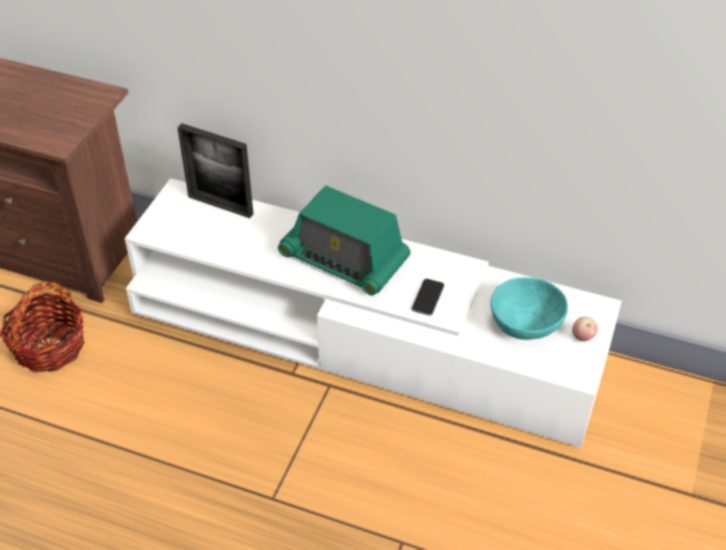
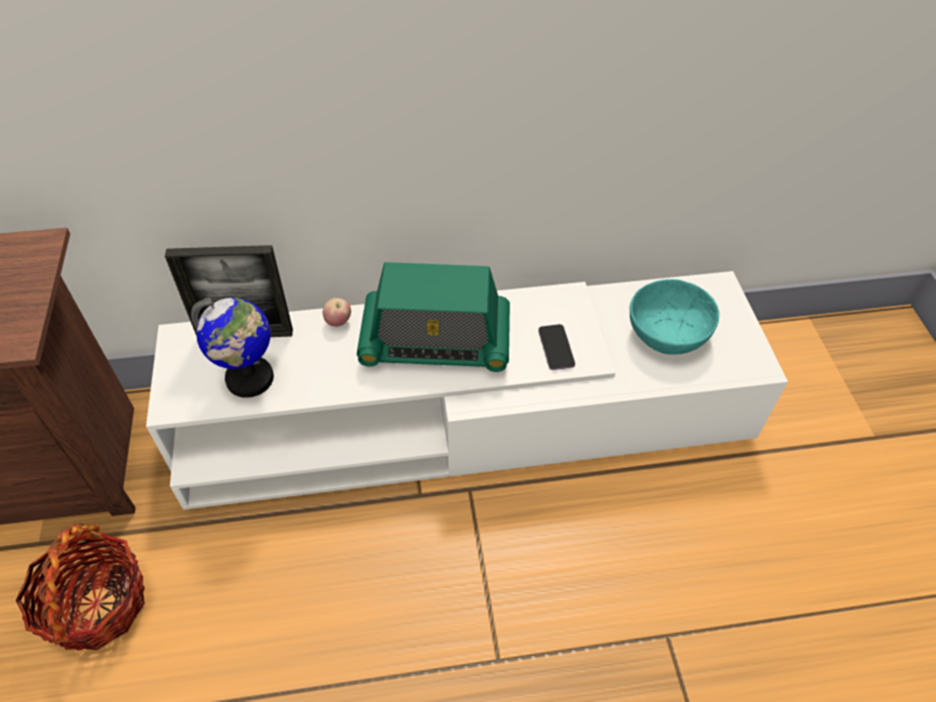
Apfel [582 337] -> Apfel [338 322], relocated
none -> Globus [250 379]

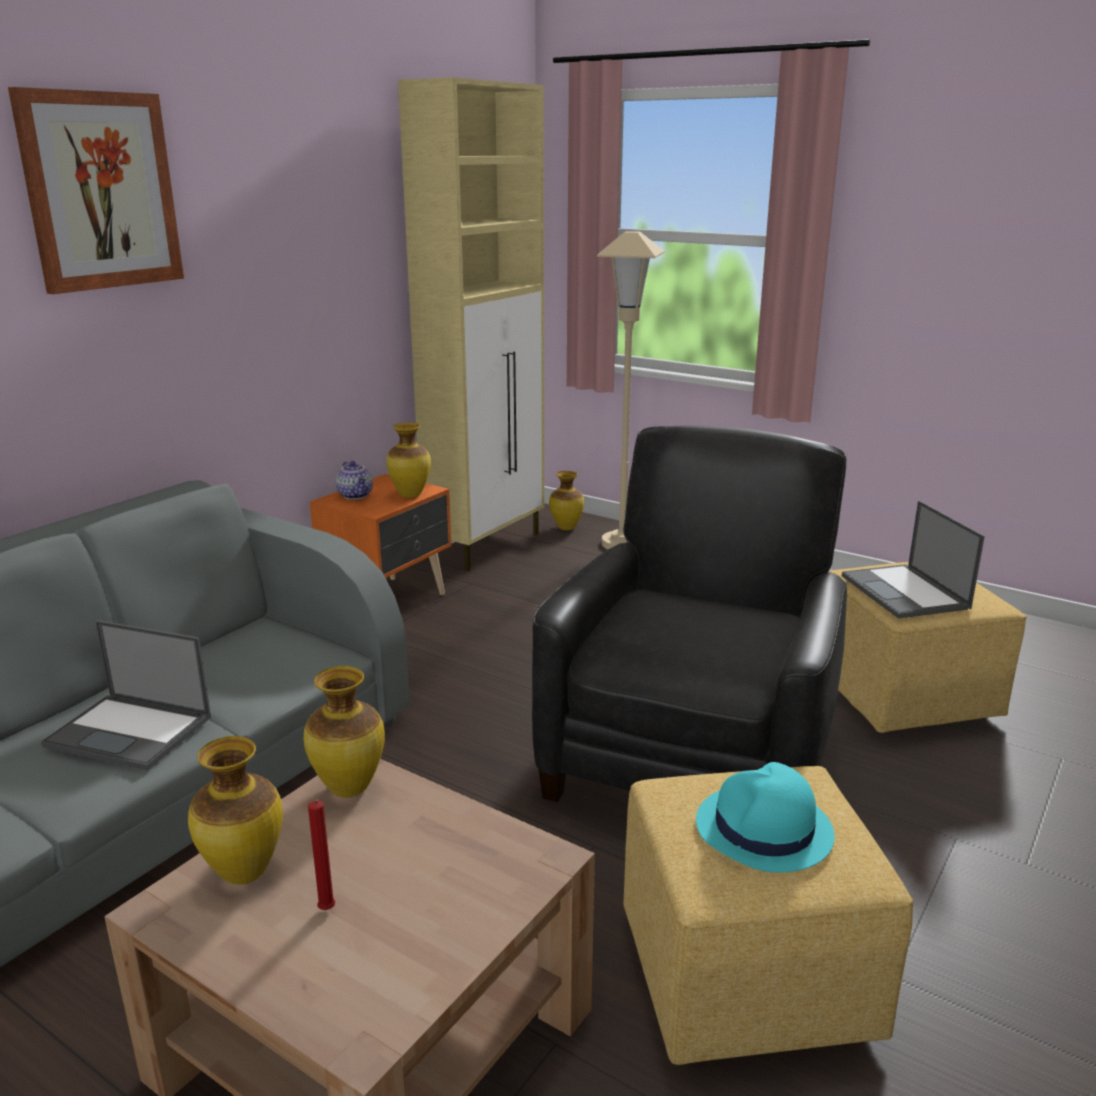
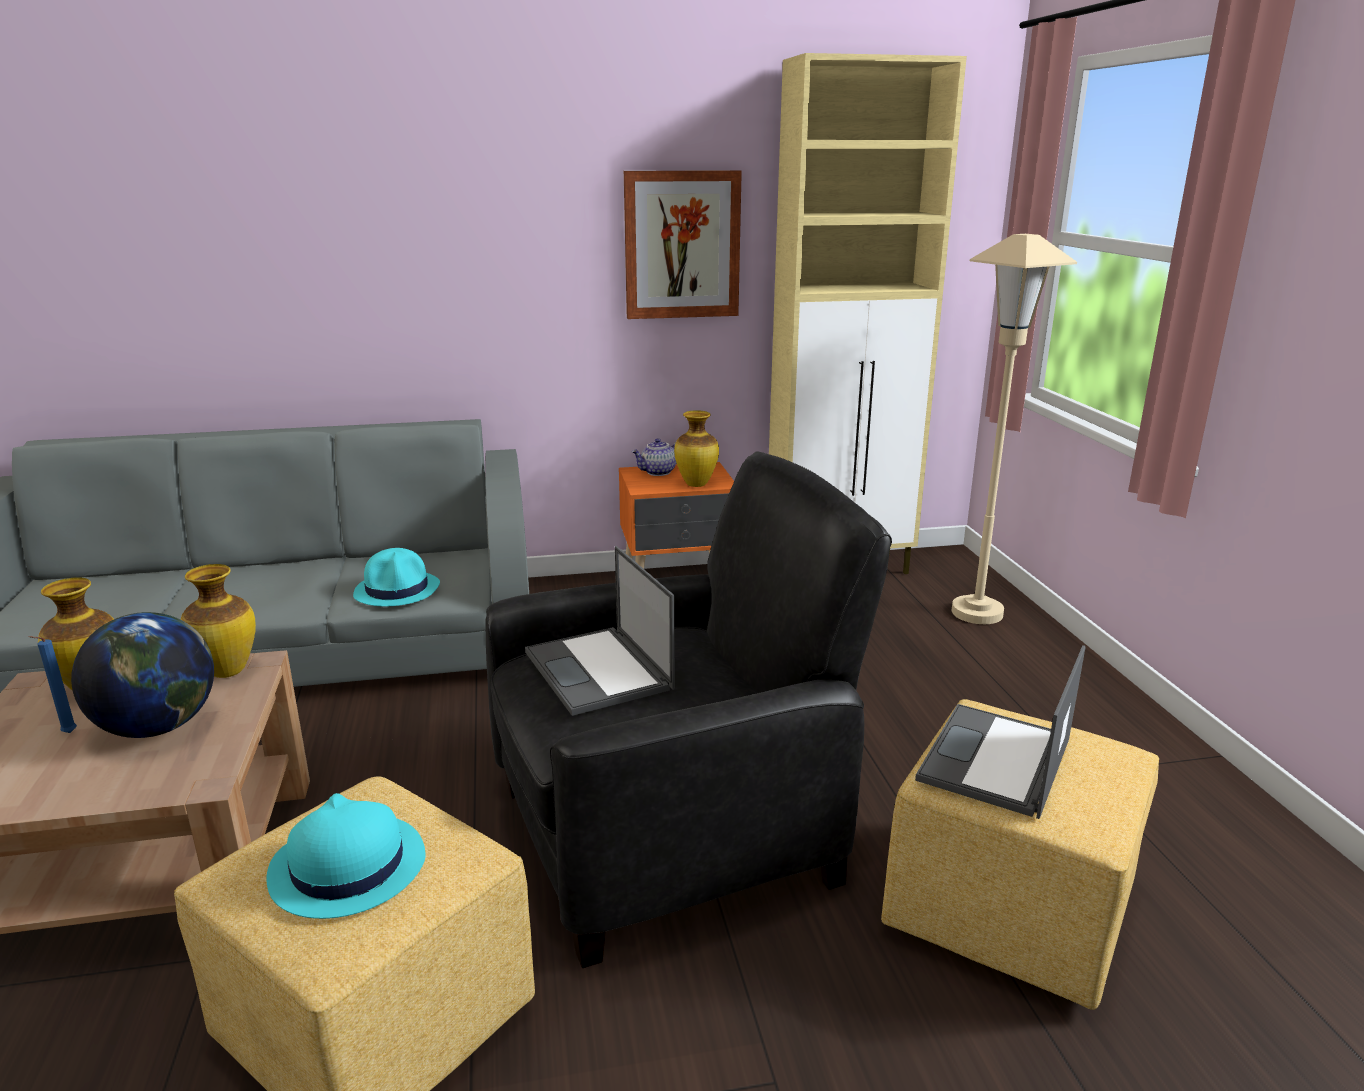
Bild [100 191] -> Bild [682 245], relocated
Teekanne [356 495] -> Teekanne [658 472], 45 degrees clockwise
Vase [566 528] -> none
Laptop [131 731] -> Laptop [599 671], relocated
Kerze/rot [327 912] -> Kerze/blau [67 734]
none -> Hut/türkis [398 590]
none -> Globus [158 726]

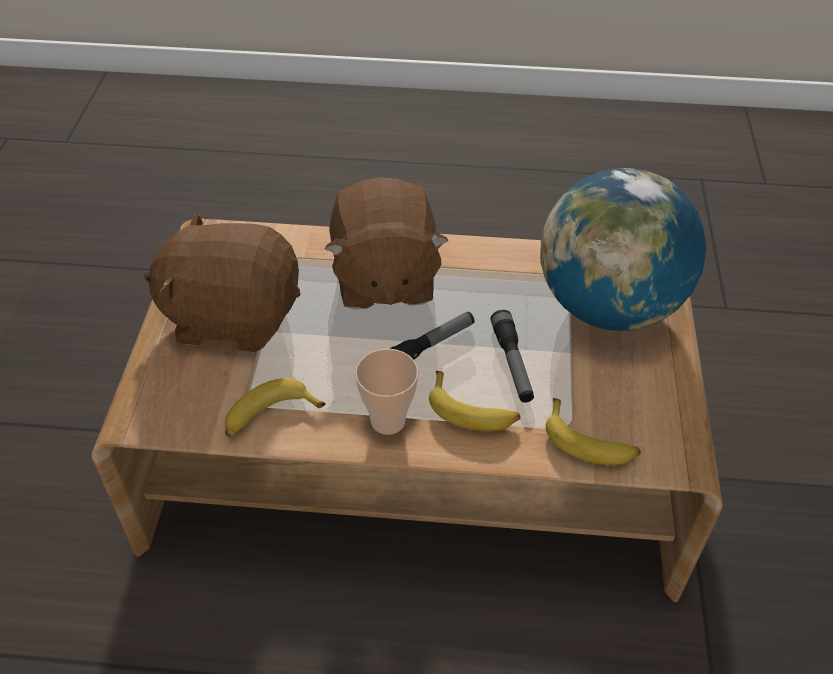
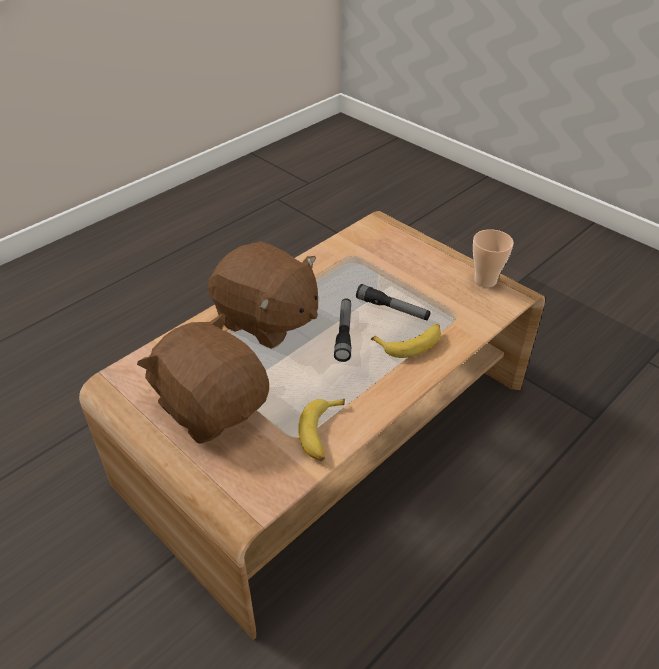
Globus [608 307] -> none
Plüschtier/braun [232 316] -> Plüschtier/braun [212 406], 90 degrees clockwise
Tasse [388 421] -> Tasse [485 280], relocated
Banane [589 442] -> none

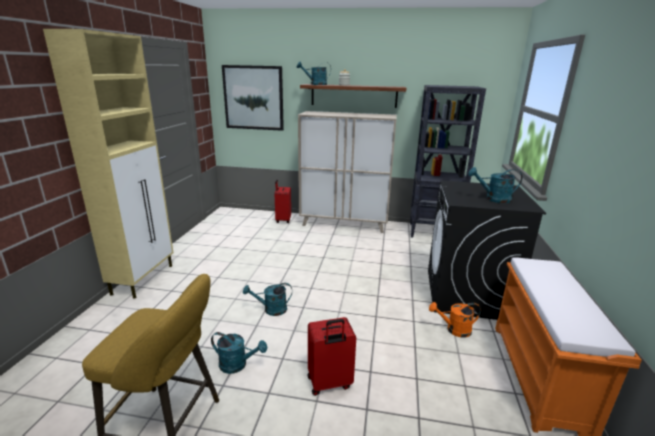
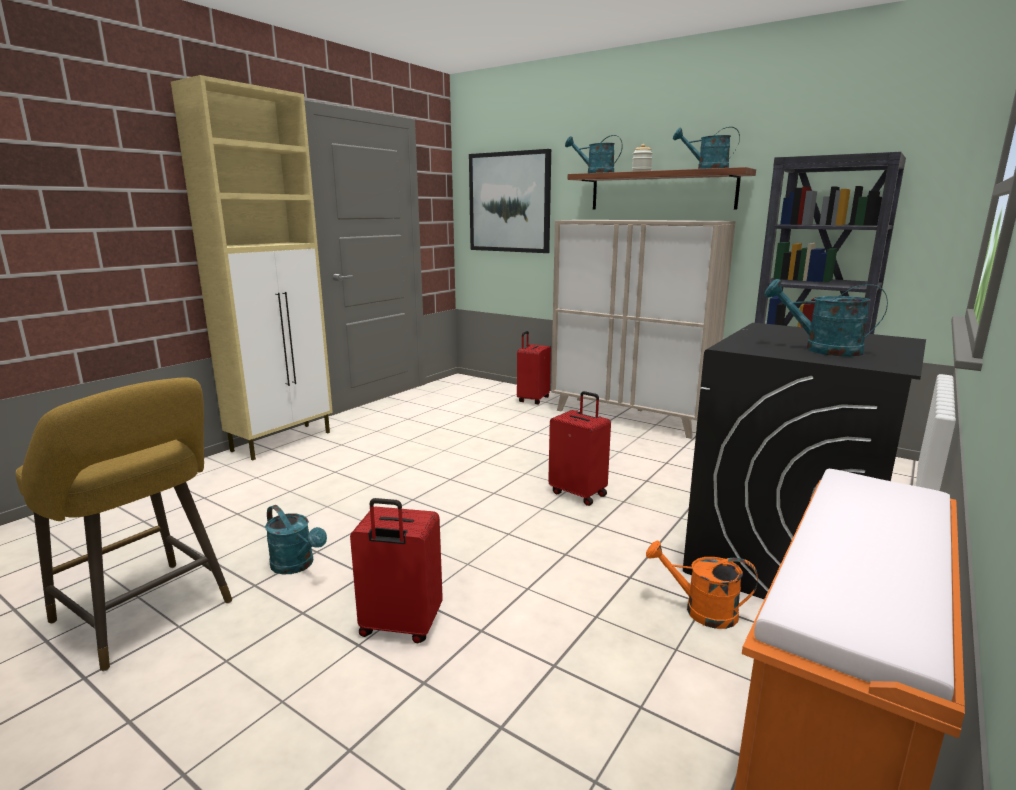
Gießkanne/türkis [271 310] -> Gießkanne/türkis [706 169], relocated
none -> Koffer/rot [579 493]

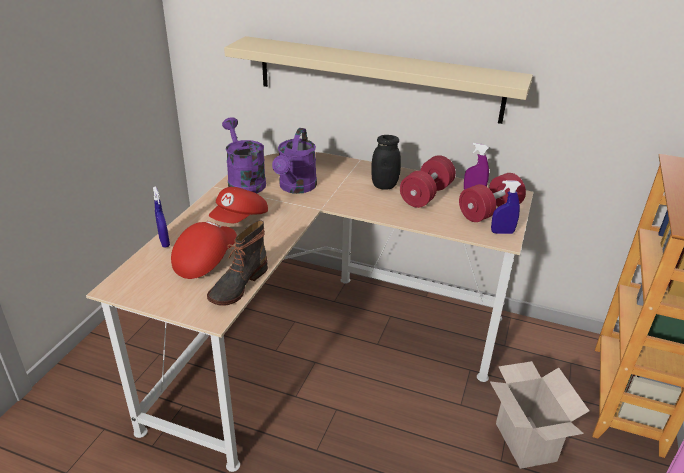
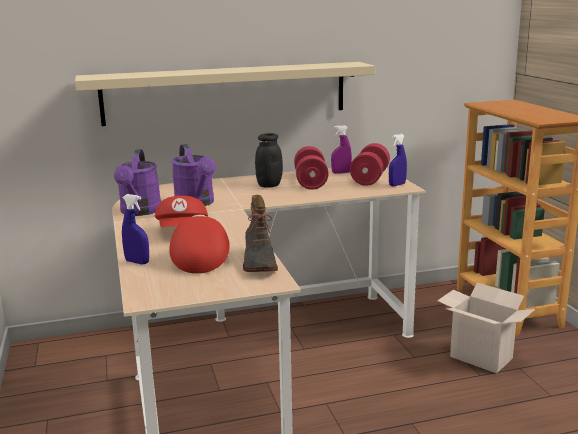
Gießkanne/lila [244 181] -> Gießkanne/lila [139 212], 120 degrees counterclockwise

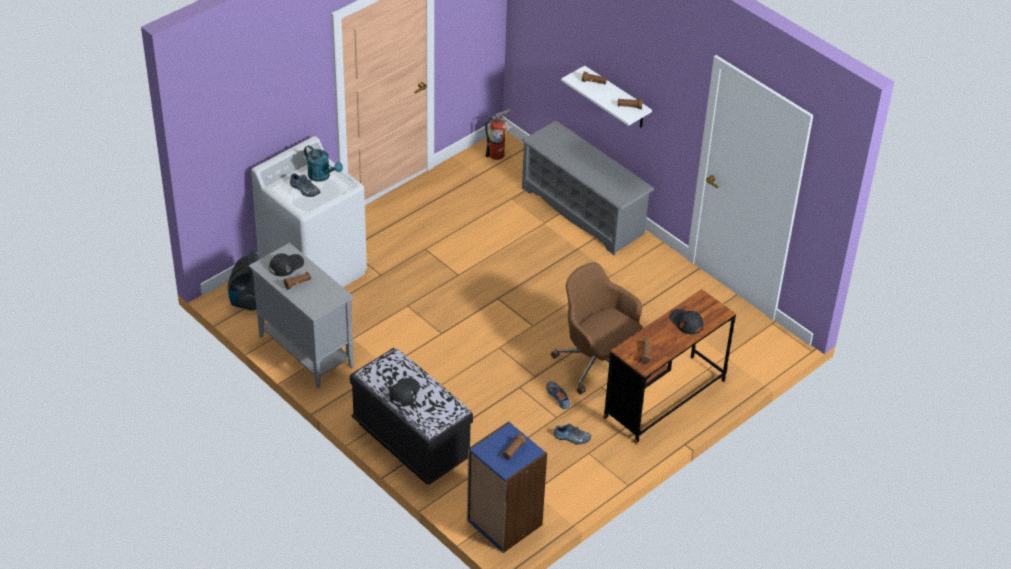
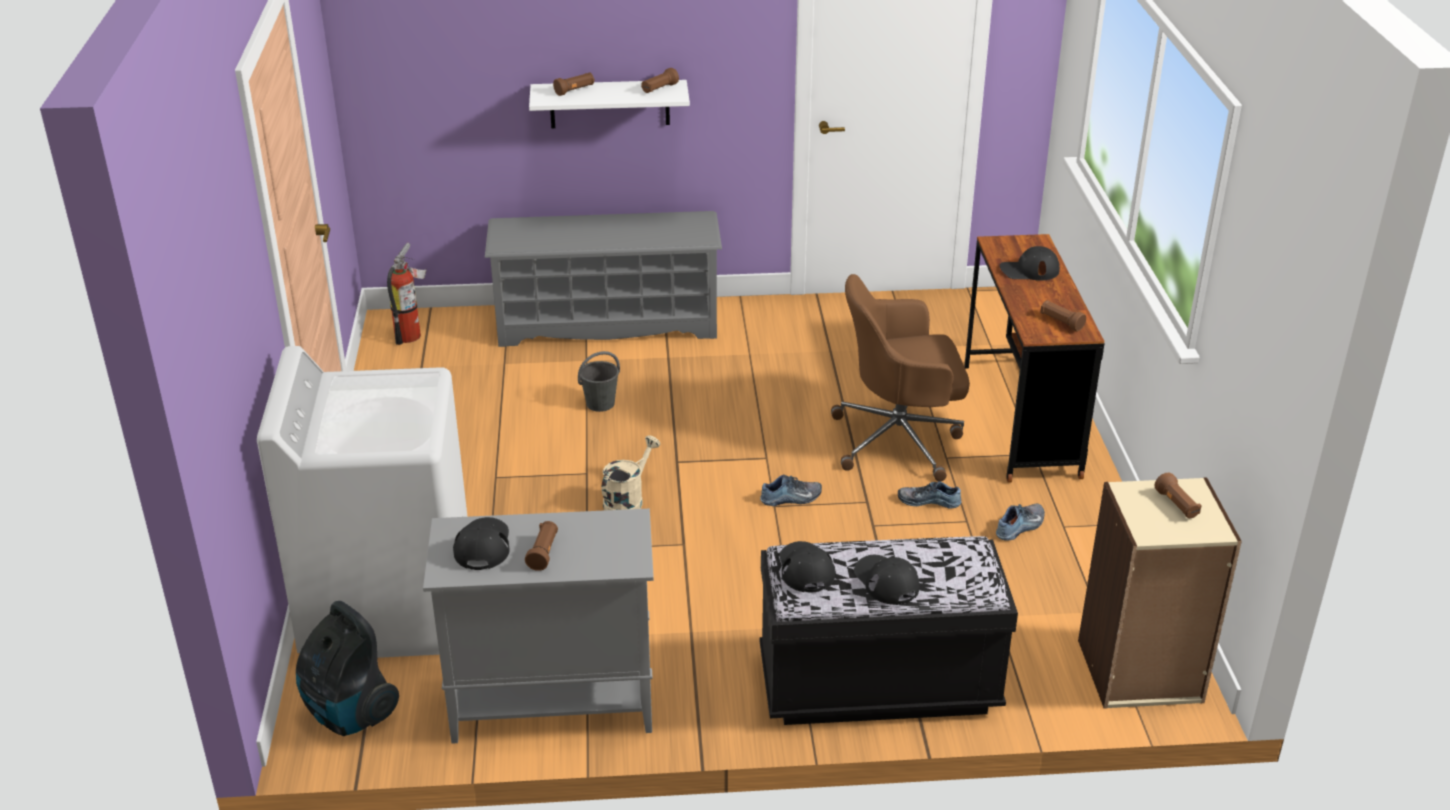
Gießkanne/türkis [322 176] -> none
Schuh [304 189] -> Schuh [791 498], relocated
Bücherregal/blau [503 523] -> Bücherregal/beige [1140 672]
none -> Eimer/grau [601 403]
none -> Gießkanne/beige [627 500]
none -> Kappe/schwarz [805 569]

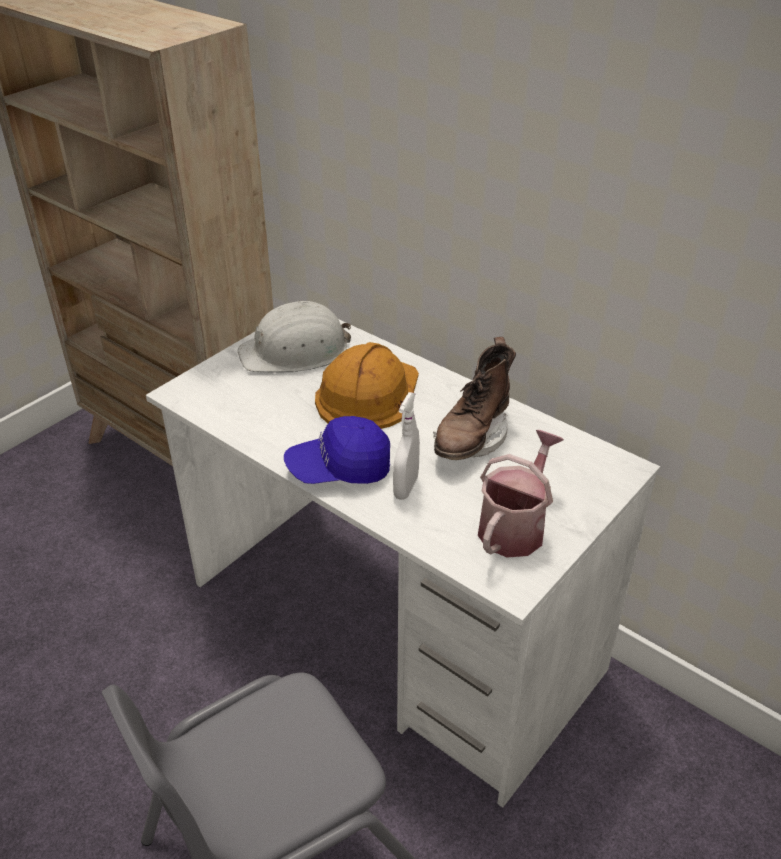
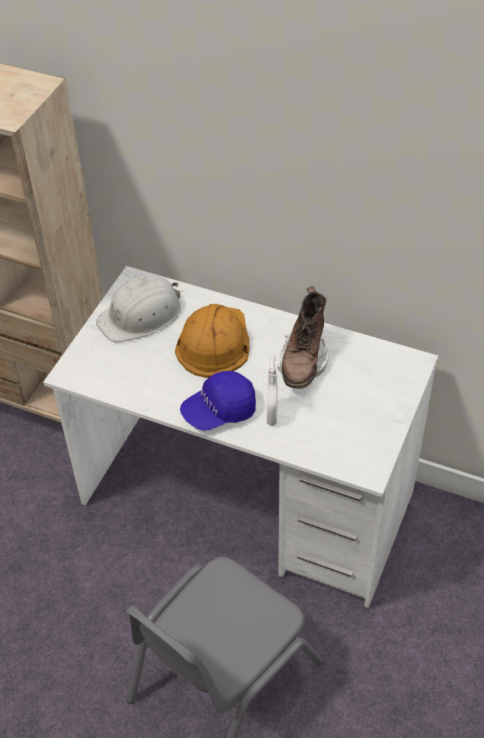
Gießkanne [515 526] -> none

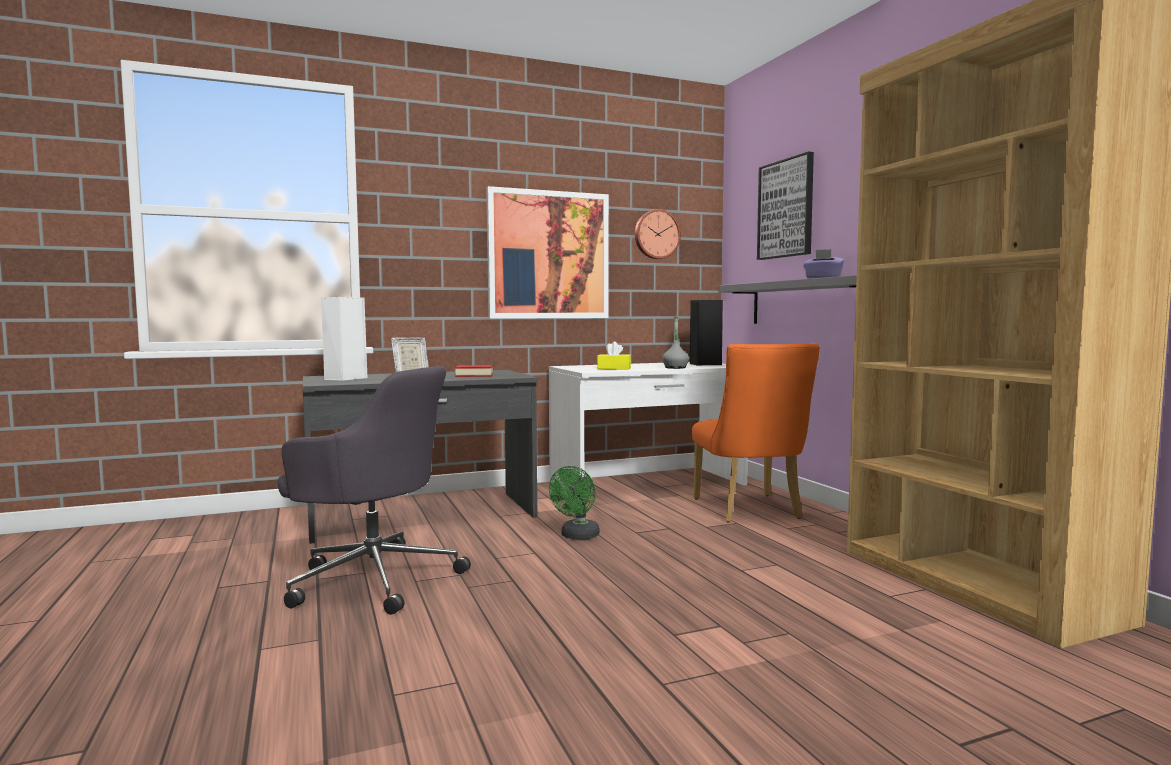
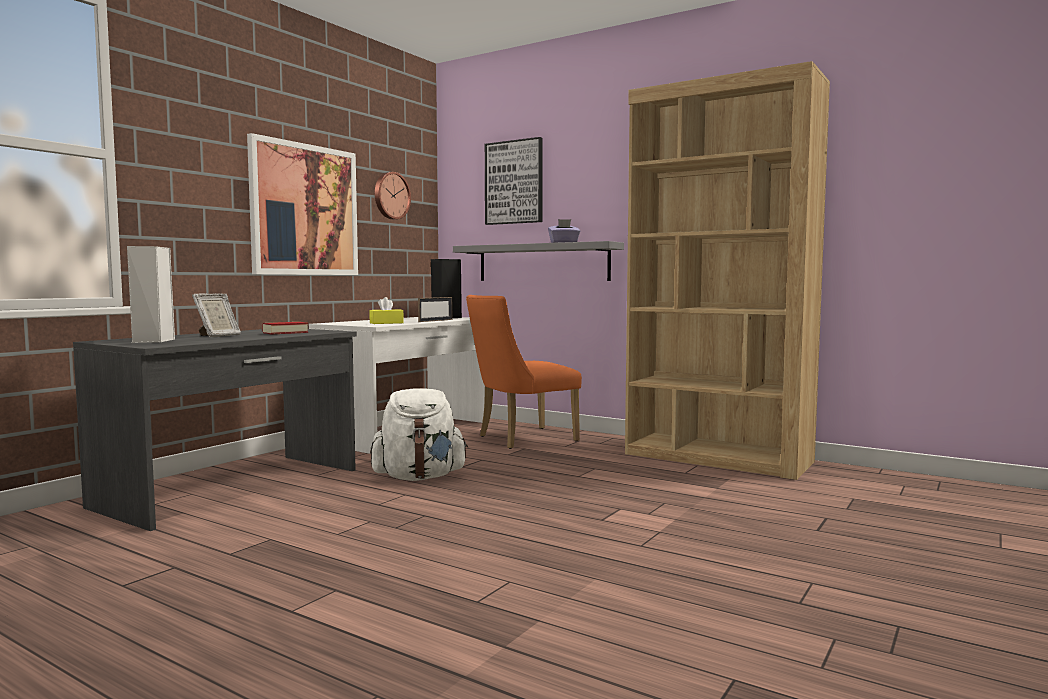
Flasche/grau [675 367] -> Bilderrahmen [435 320]
Stuhl/orange [750 511] -> Stuhl/orange [520 439], 105 degrees clockwise
Bürostuhl/grau [373 579] -> none
Ventilator/grün [577 536] -> Rucksack/weiß [419 477]

